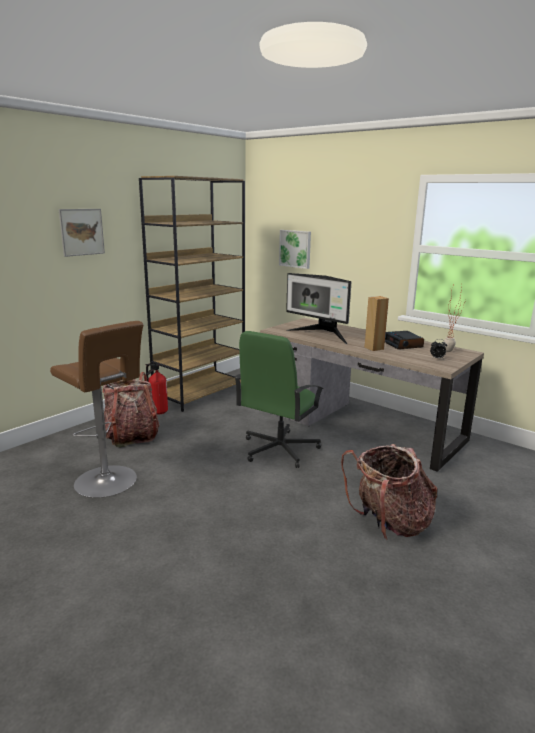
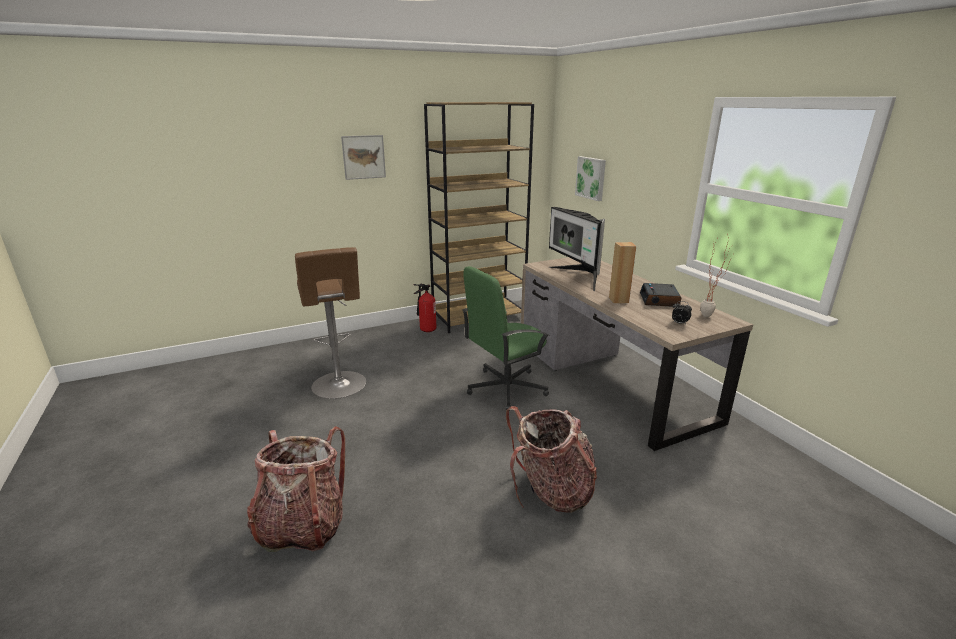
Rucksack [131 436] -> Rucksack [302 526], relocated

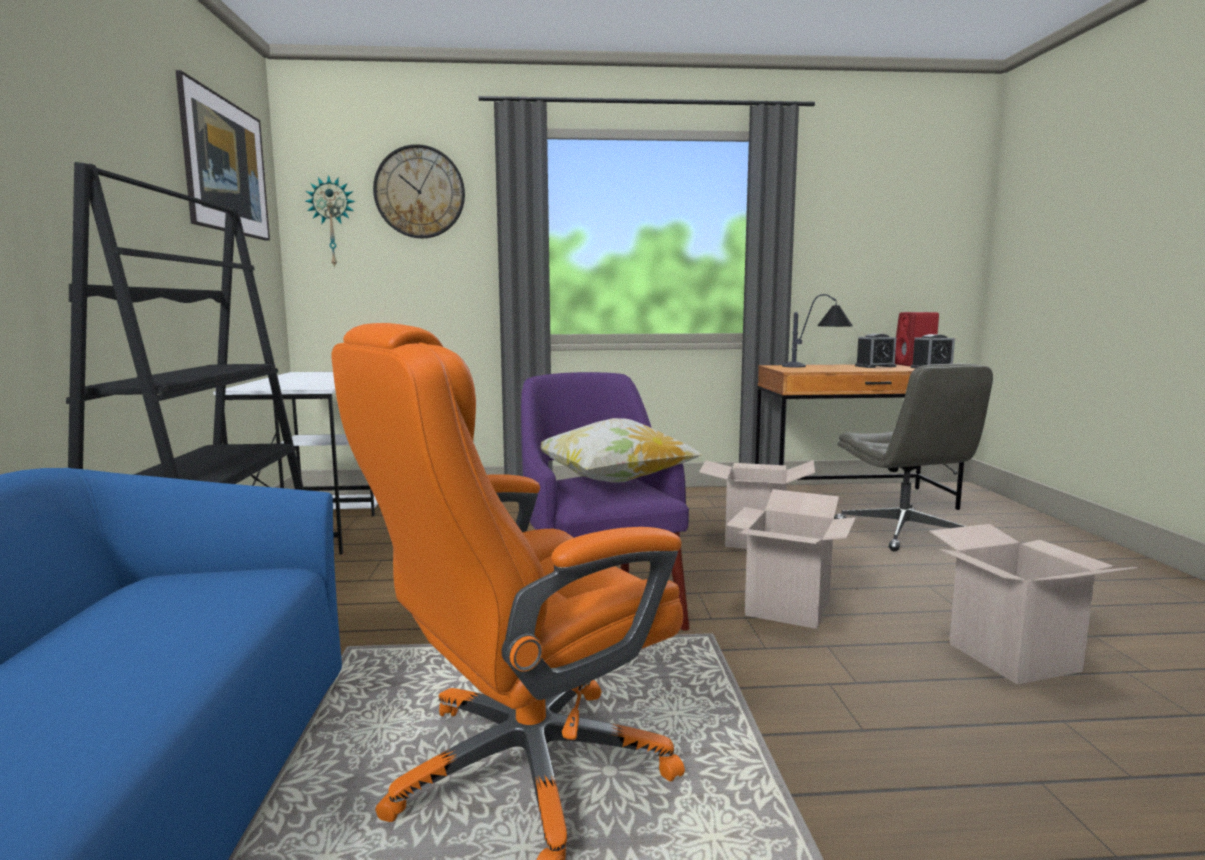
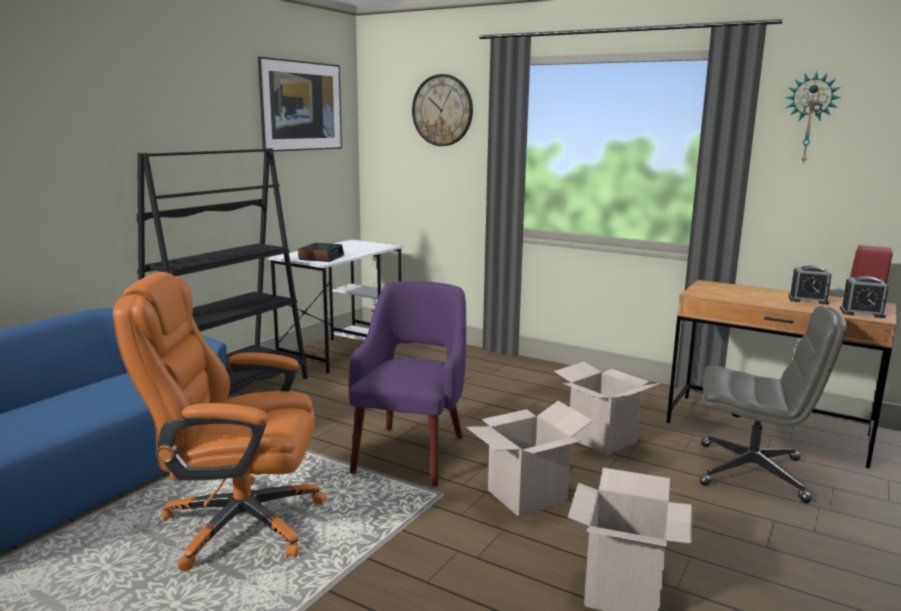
Wanduhr [332 222] -> Wanduhr [810 118], relocated
Tischlampe [818 367] -> none
Bürostuhl/grau [904 533] -> Bürostuhl/grau [753 472], 90 degrees counterclockwise
Kissen [614 482] -> none
none -> Wecker [321 257]

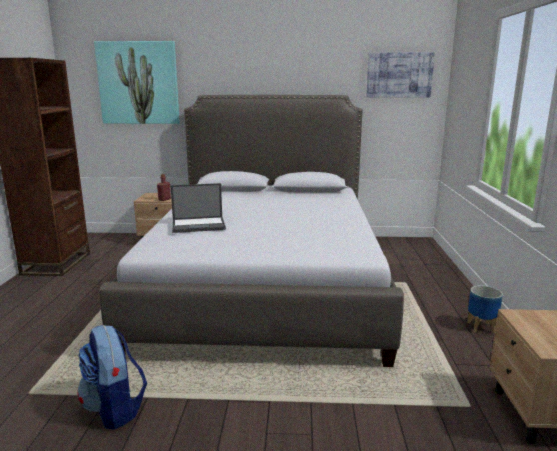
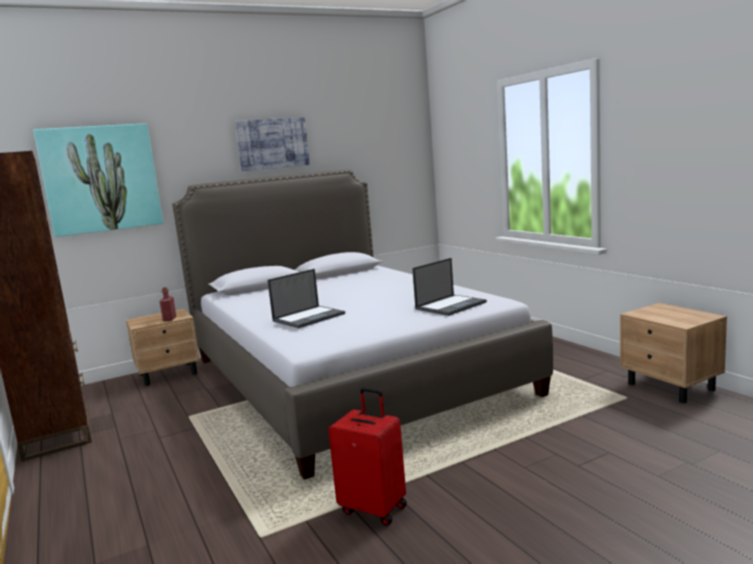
Bild [399 75] -> Bild [272 143], relocated
Pflanzkübel [481 327] -> none
Rucksack [115 409] -> Koffer/rot [374 508]
none -> Laptop [451 305]

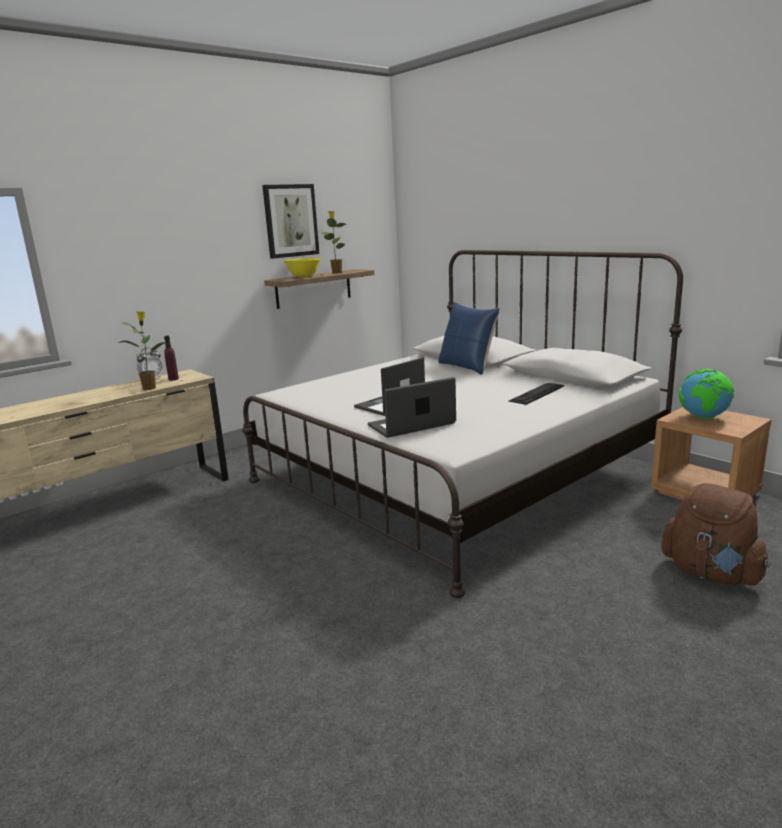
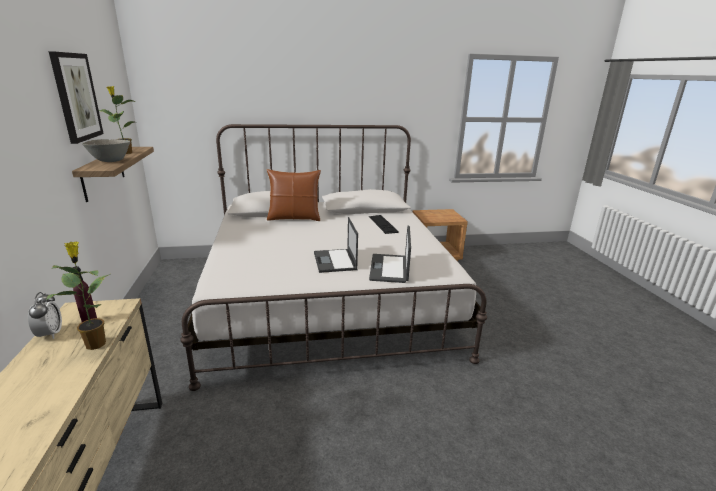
Schüssel/gelb [303 277] -> Schüssel/grau [110 161]
Kissen/blau [467 367] -> Kissen/braun [294 218]
Globus [704 417] -> none
Rucksack/braun [711 573] -> none

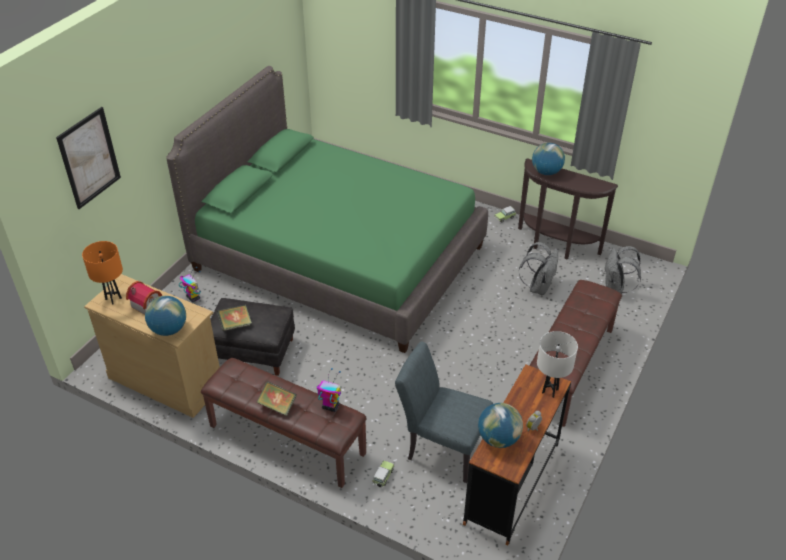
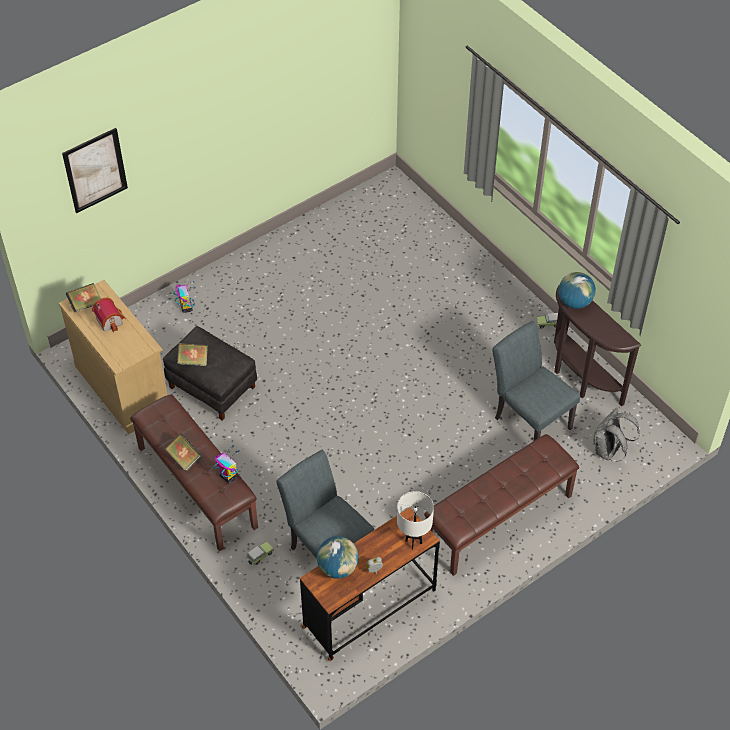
Bett/grün [338 258] -> none
Tischlampe/orange [113 298] -> Buch [85 304]
Rucksack/grau [538 287] -> Stuhl/grau [528 419]
Globus [169 329] -> none

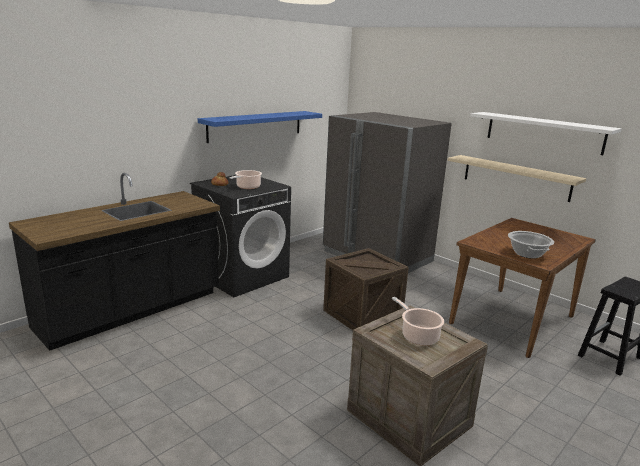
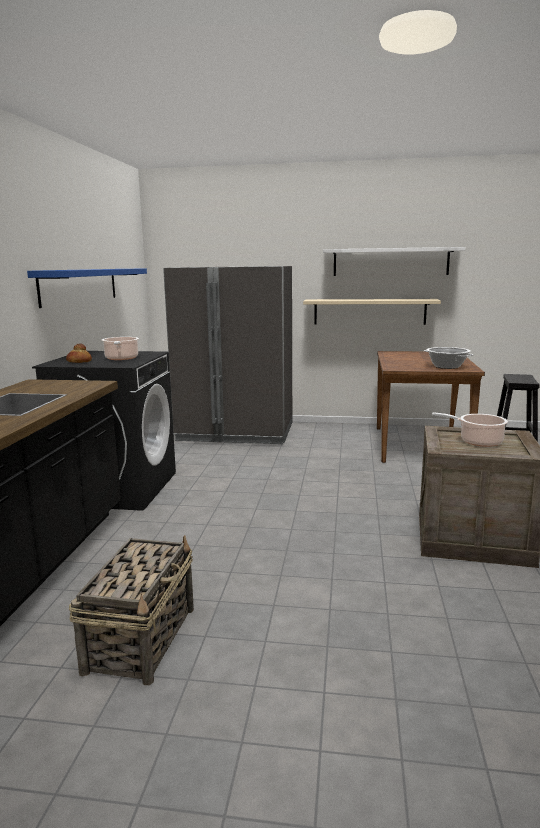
Kiste [362 314] -> none
none -> Korb [142 638]

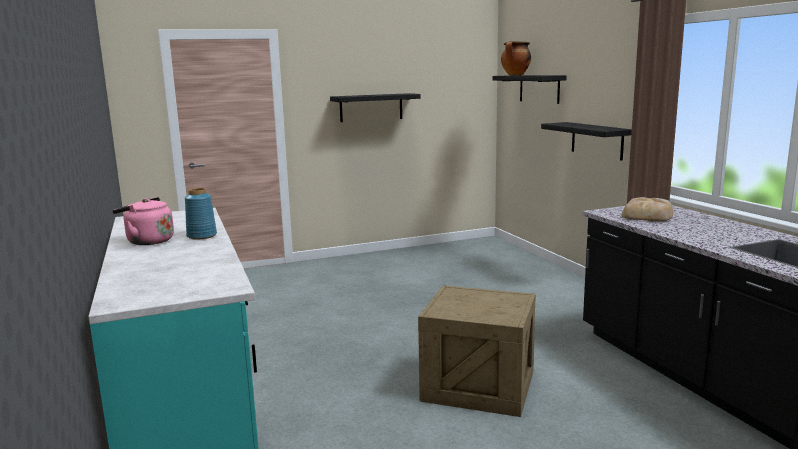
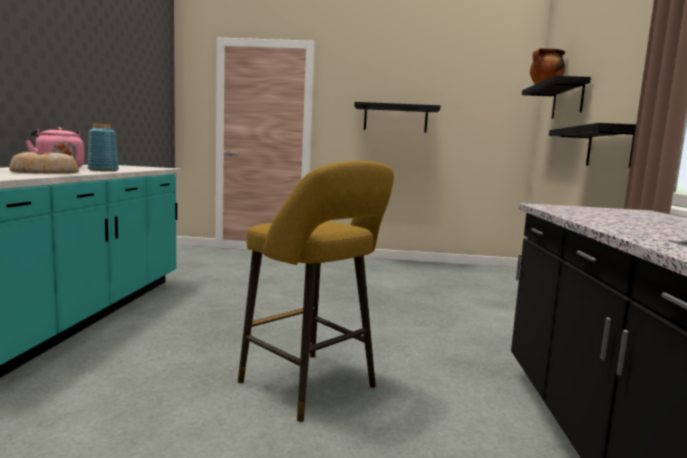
Brot [647 215] -> Brot [45 172], relocated
Kiste [479 387] -> Hocker/gelb [312 387]

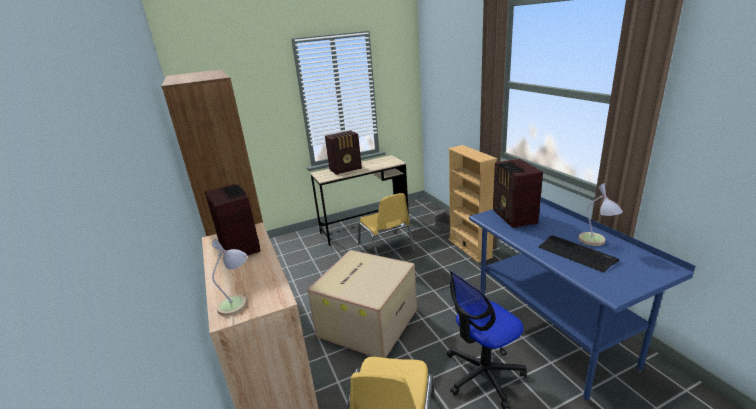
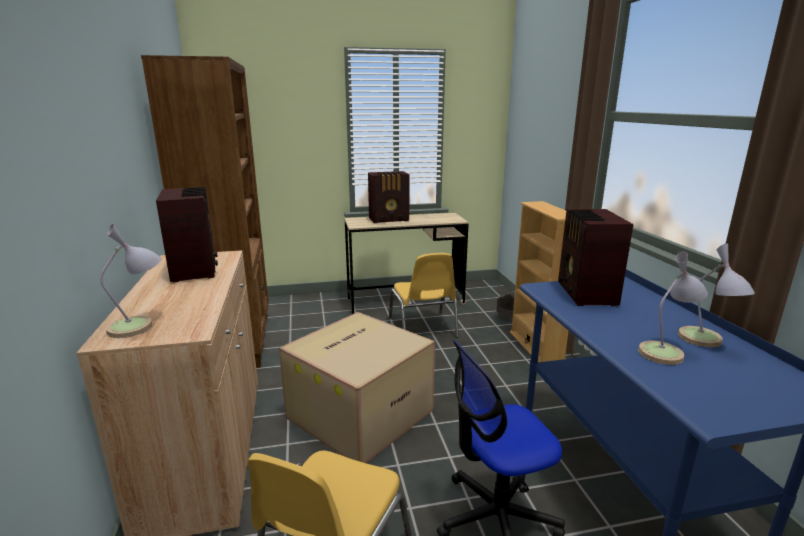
Tastatur [576 253] -> Tischlampe [666 352]

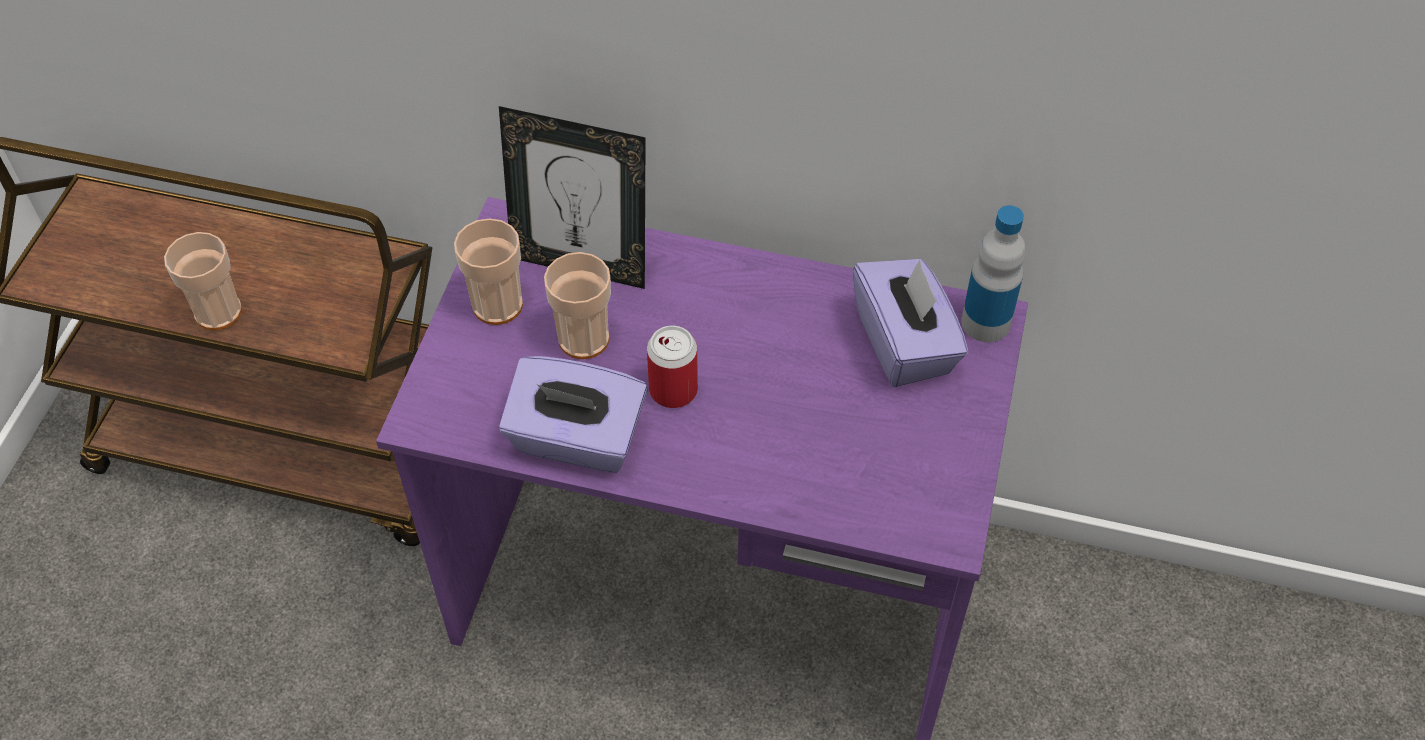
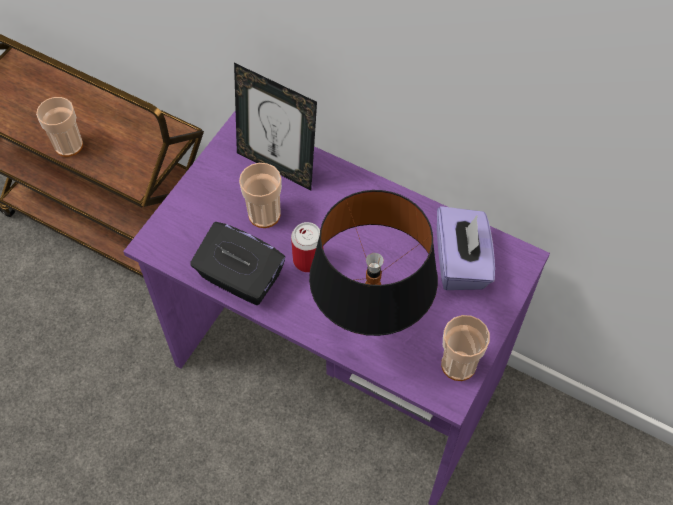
Flasche [985 322] -> none
Tasse [497 305] -> Tasse [458 364], relocated
Taschentuchbox/lila [576 440] -> Taschentuchbox/schwarz [240 278]
none -> Tischlampe/schwarz [370 328]

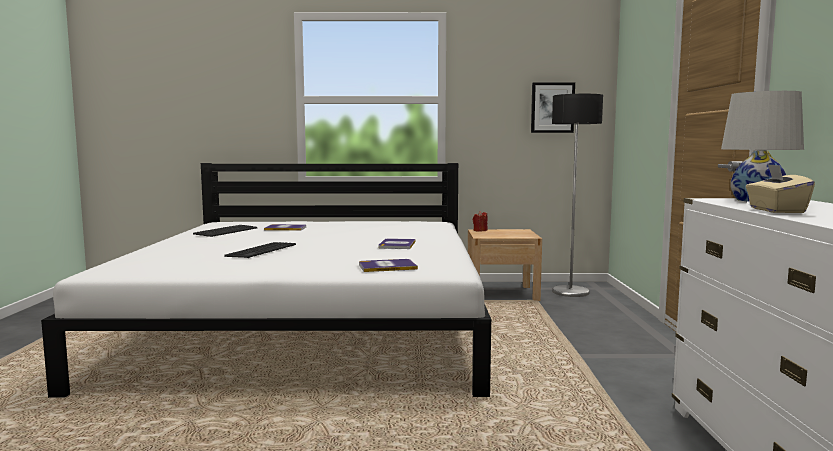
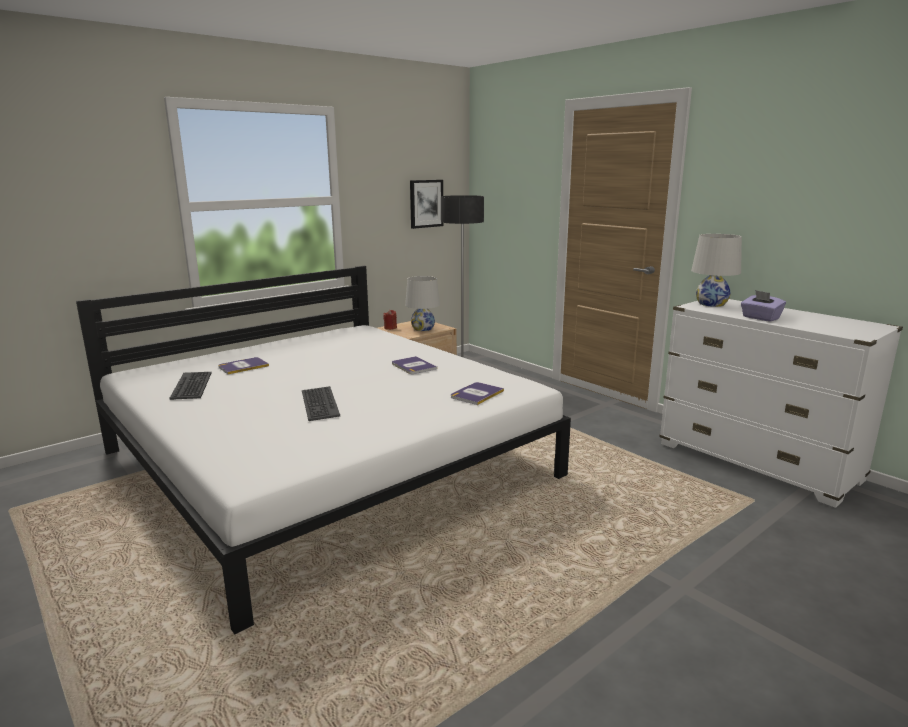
Taschentuchbox/beige [776 210] -> Taschentuchbox/lila [760 318]
none -> Tischlampe/weiß [422 328]

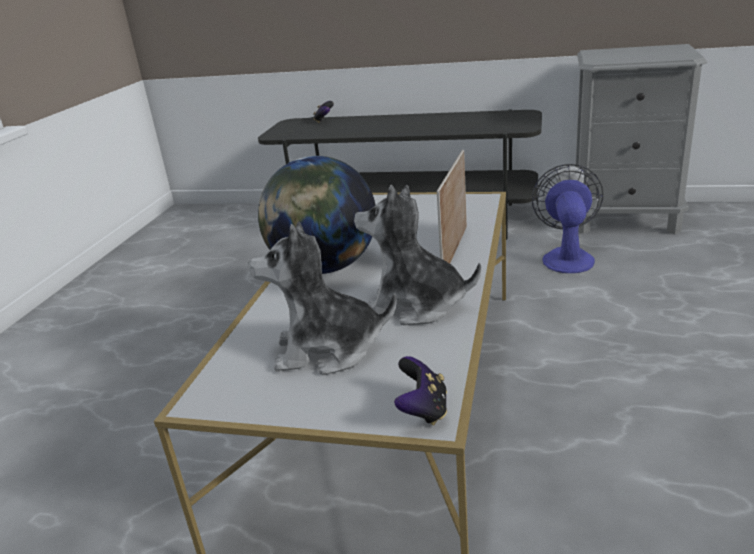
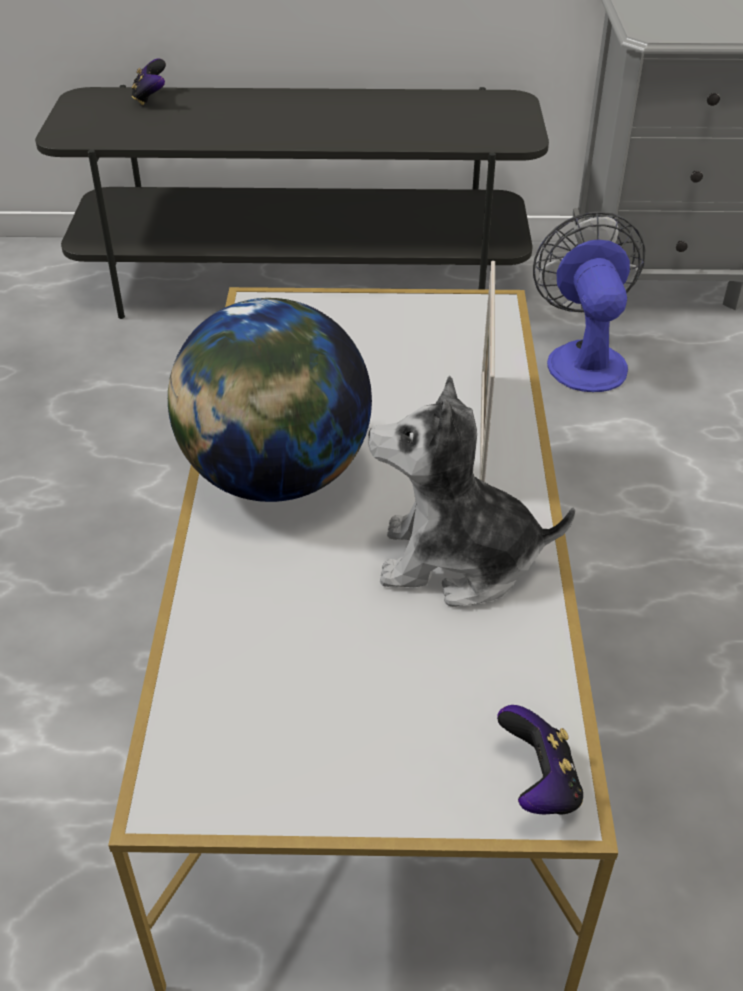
Plüschtier [327 350] -> none

